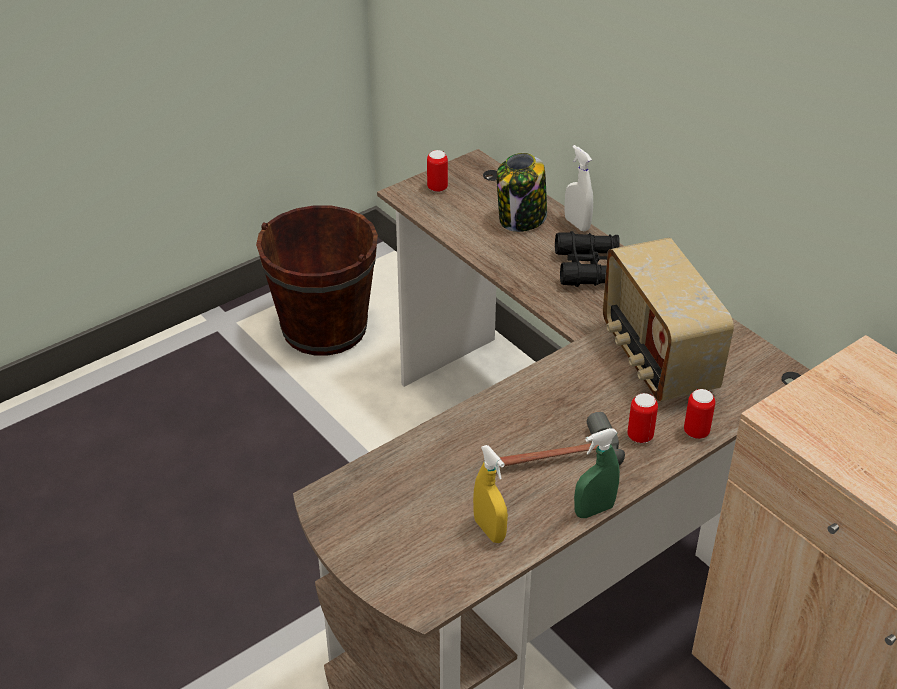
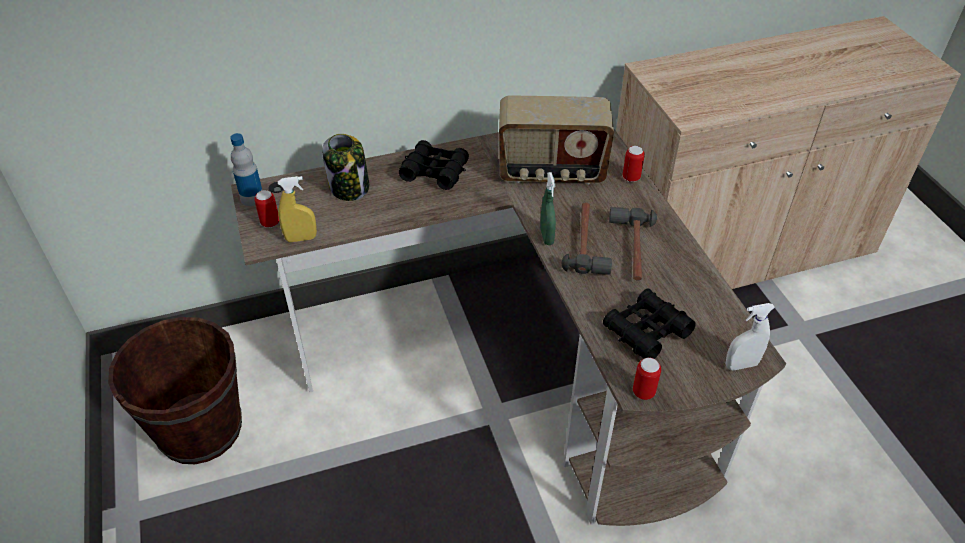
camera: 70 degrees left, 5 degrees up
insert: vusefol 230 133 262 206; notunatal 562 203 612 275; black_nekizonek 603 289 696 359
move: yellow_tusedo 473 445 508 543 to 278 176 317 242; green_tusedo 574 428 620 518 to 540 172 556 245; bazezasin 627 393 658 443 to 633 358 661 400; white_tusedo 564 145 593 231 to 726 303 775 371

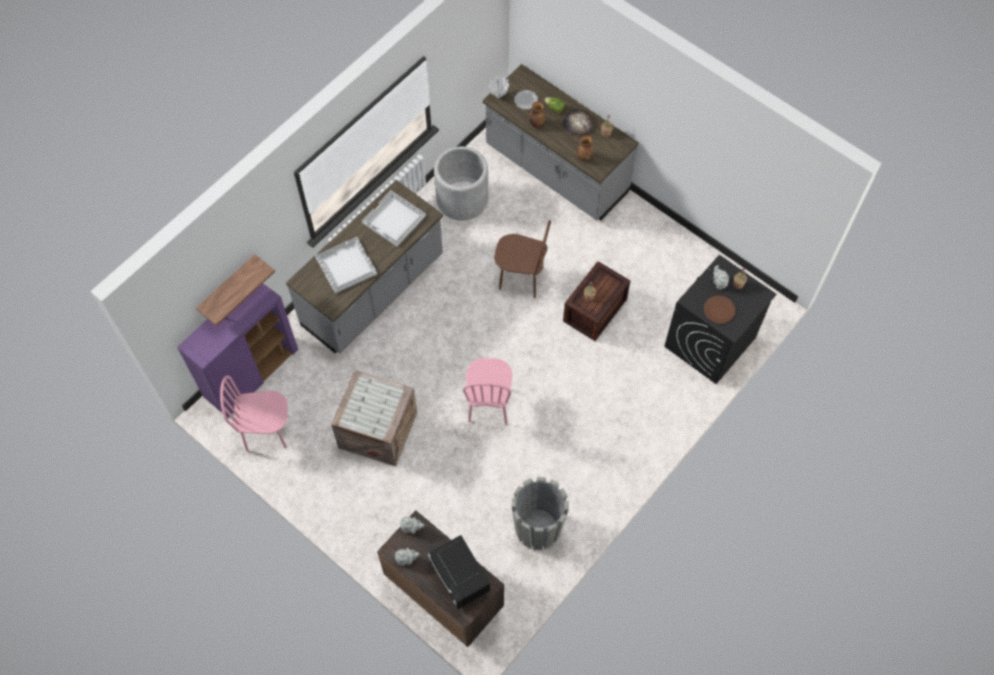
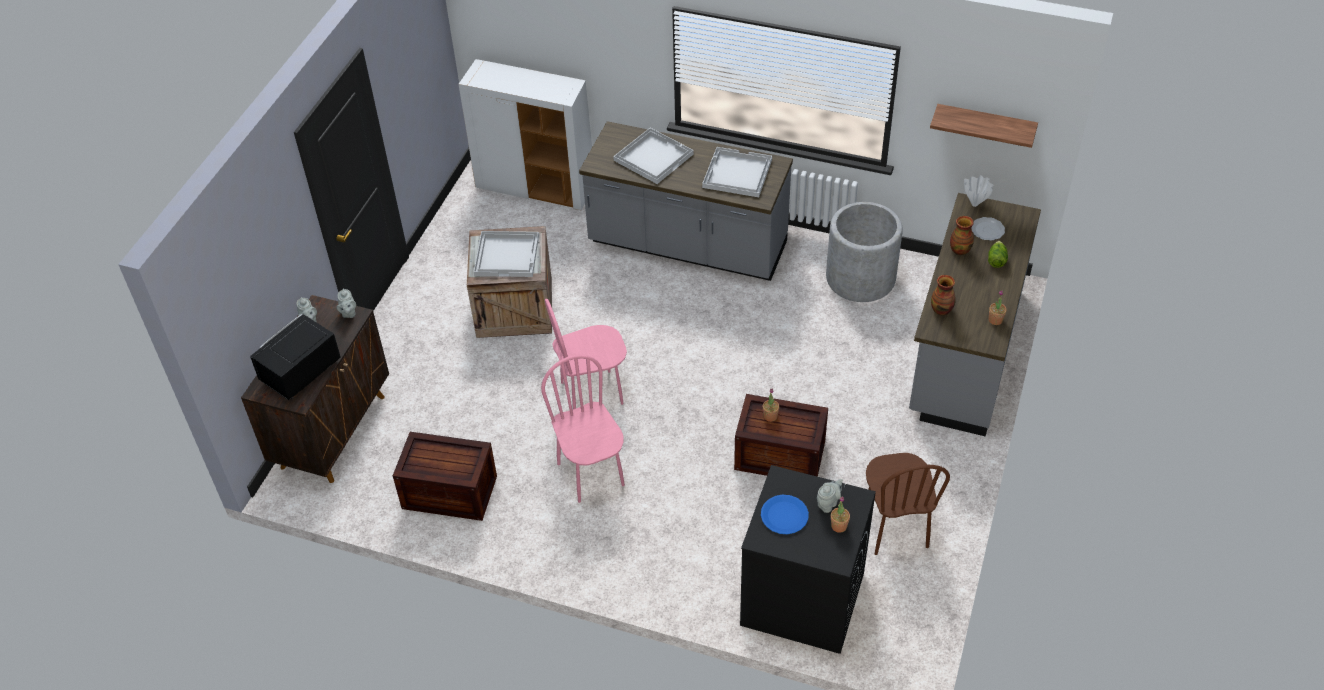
camera: 70 degrees right, 15 degrees down
delete: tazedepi 563 109 594 135
insert: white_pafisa 474 231 539 277
move: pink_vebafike 220 375 288 452 to 541 355 625 503; brown_vebafike 494 220 551 298 to 866 453 950 555; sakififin 196 255 275 326 to 930 104 1038 148
replace: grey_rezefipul 512 477 569 550 to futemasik 393 432 497 521
recolor: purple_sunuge 177 284 298 418 to white_sunuge 459 59 592 210; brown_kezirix 704 295 736 324 to blue_kezirix 761 495 809 534

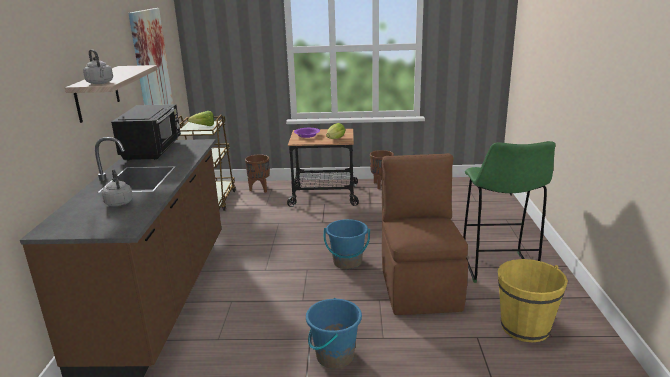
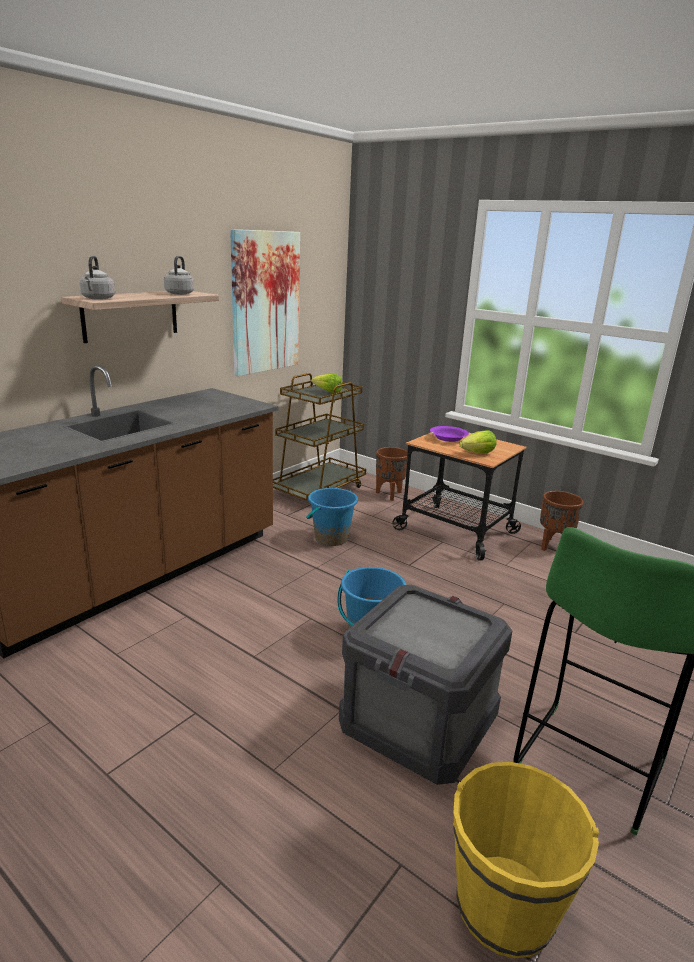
camera: 35 degrees right, 0 degrees up
delete: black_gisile 111 104 181 161
move: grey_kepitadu 102 170 133 206 to 164 256 194 295; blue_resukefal 306 298 362 369 to 306 488 358 546
replace: brown_vebafike 381 153 468 315 to futemasik 339 585 512 785

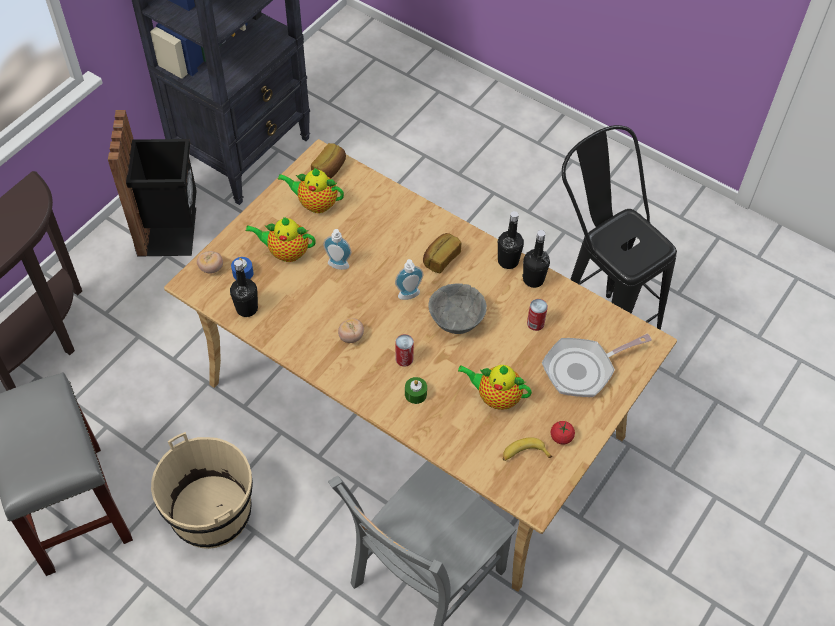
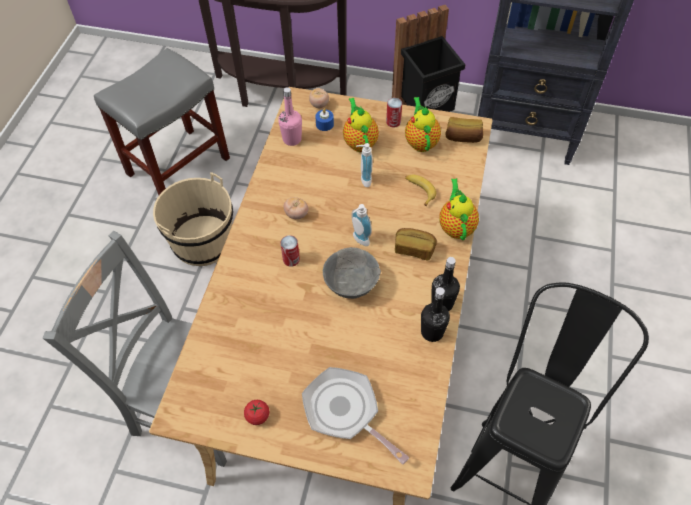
camera: 70 degrees right, 0 degrees up
delete: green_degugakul 405 377 427 404
move: bazezasin 527 299 548 331 to 386 98 402 128; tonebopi 503 437 552 461 to 405 174 436 207; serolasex 458 365 532 410 to 439 178 479 241
recolor: black_vusefol 230 260 258 317 to pink_vusefol 278 87 302 146

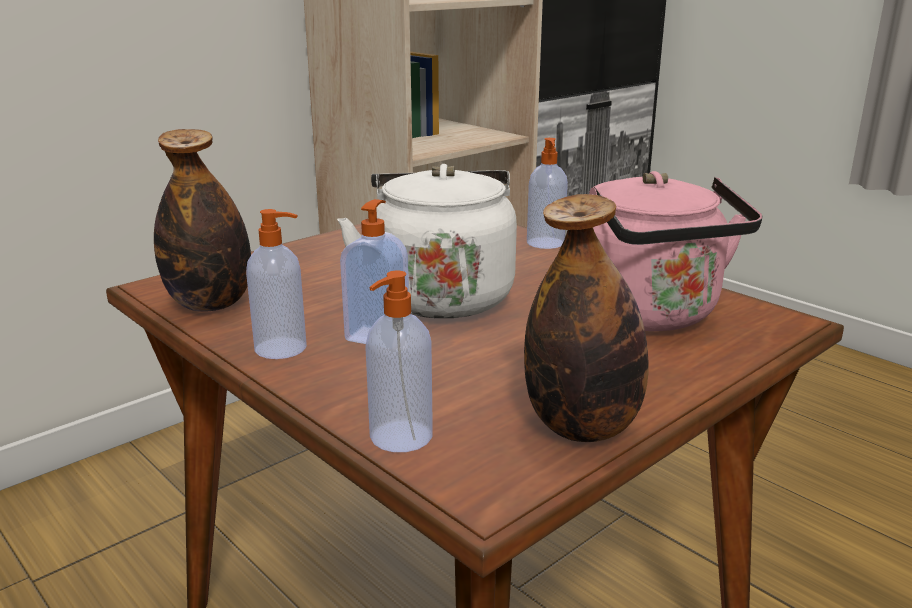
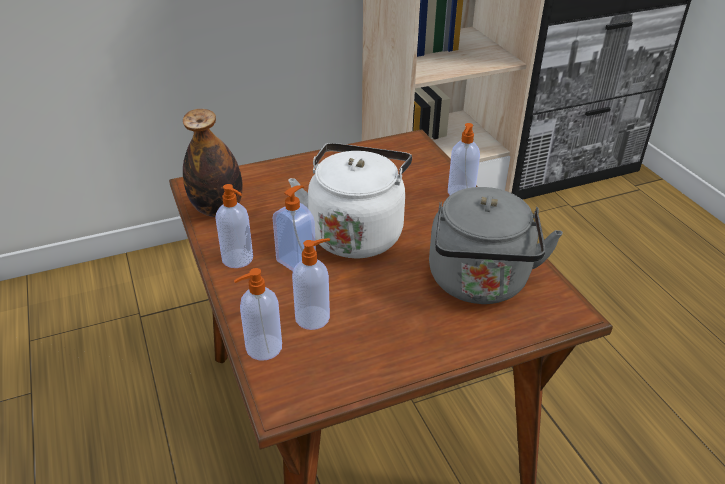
camera: 20 degrees right, 15 degrees up
delete: vusefol 524 194 649 442
insert: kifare 292 238 330 330
recolor: pink_kepitadu 589 171 762 331 to grey_kepitadu 429 187 563 304

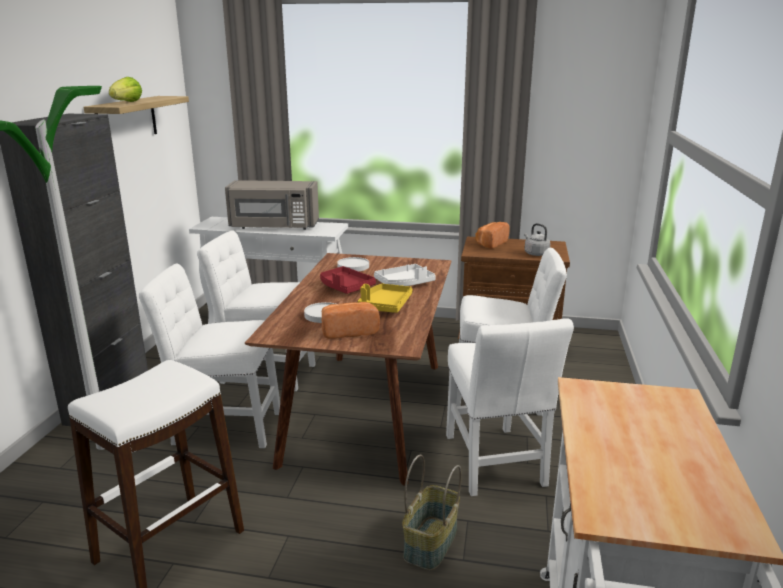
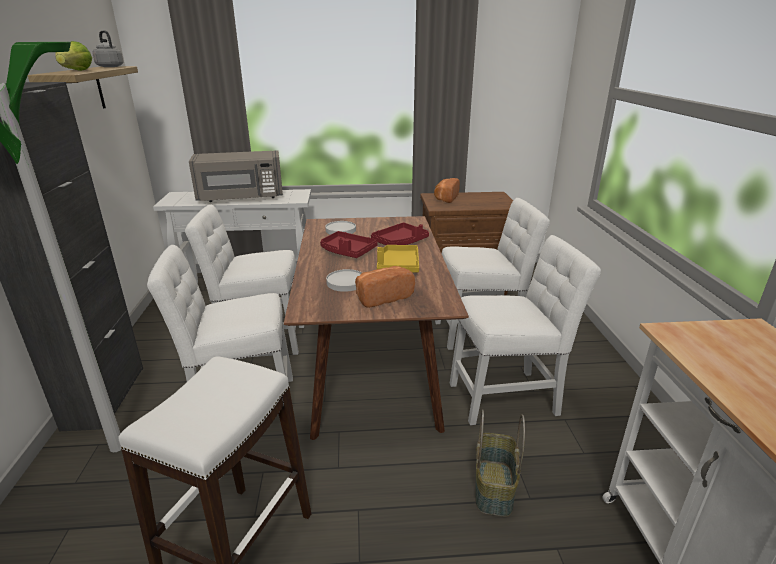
camera: 15 degrees left, 5 degrees up
move: grey_kepitadu 524 223 550 256 to 92 30 124 67
recolor: white_pafisa 374 264 436 286 to red_pafisa 371 222 429 245
rotate: white_vebafike 446 318 574 496 = 450 235 601 425 75 degrees counterclockwise

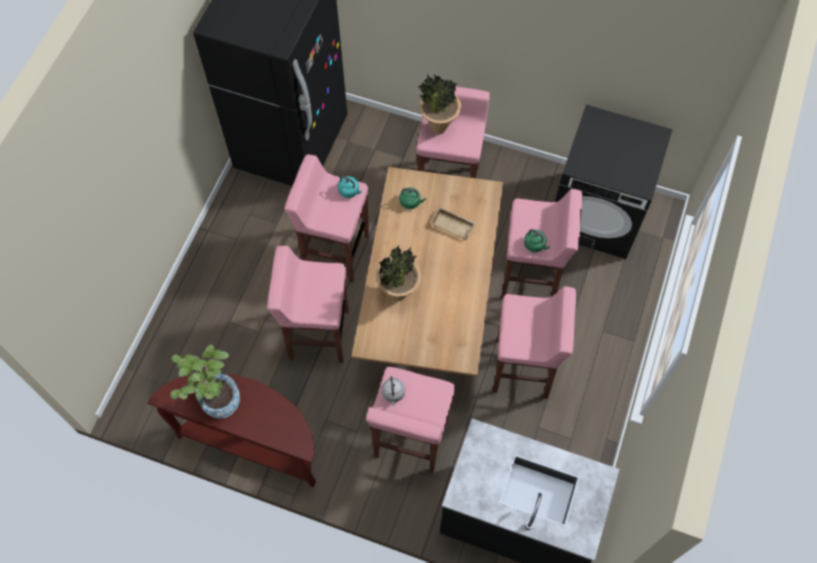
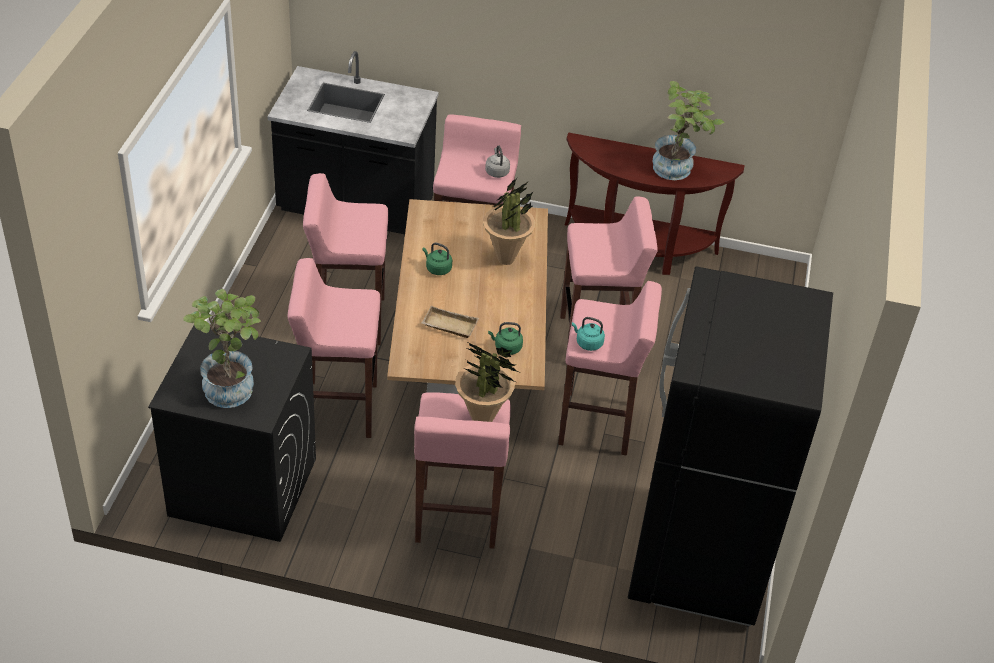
camera: 170 degrees right, 20 degrees down
insert: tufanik 183 289 261 408
move: green_kepitadu 524 229 550 252 to 423 243 452 275

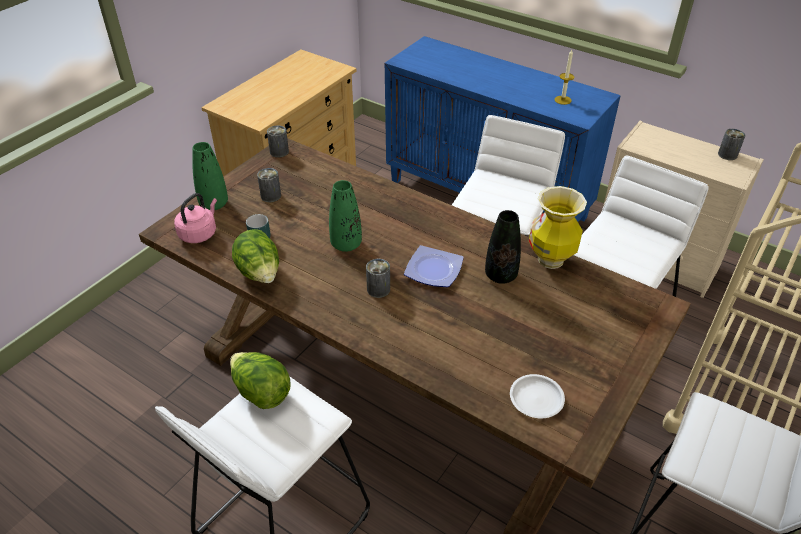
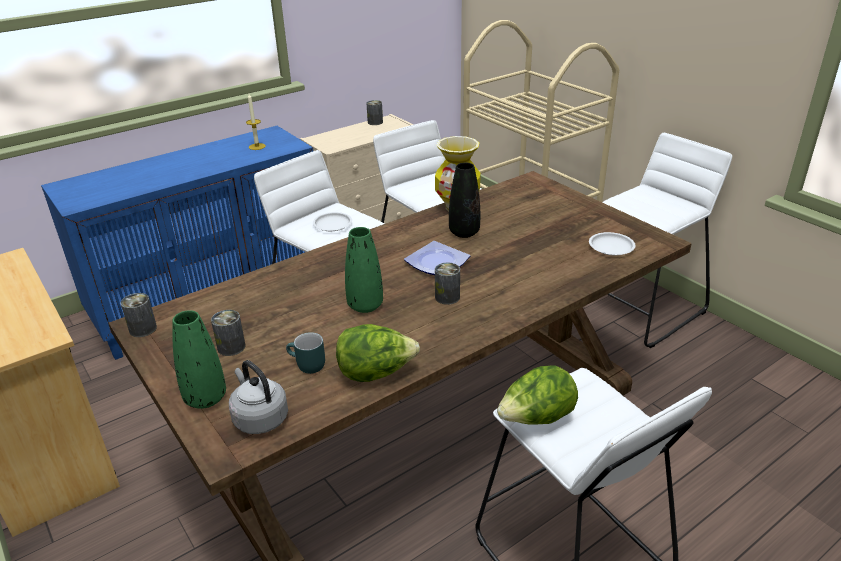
camera: 70 degrees left, 10 degrees down
insert: white_kezirix 313 212 352 231
recolor: pink_kepitadu 174 193 217 243 to grey_kepitadu 229 360 288 434

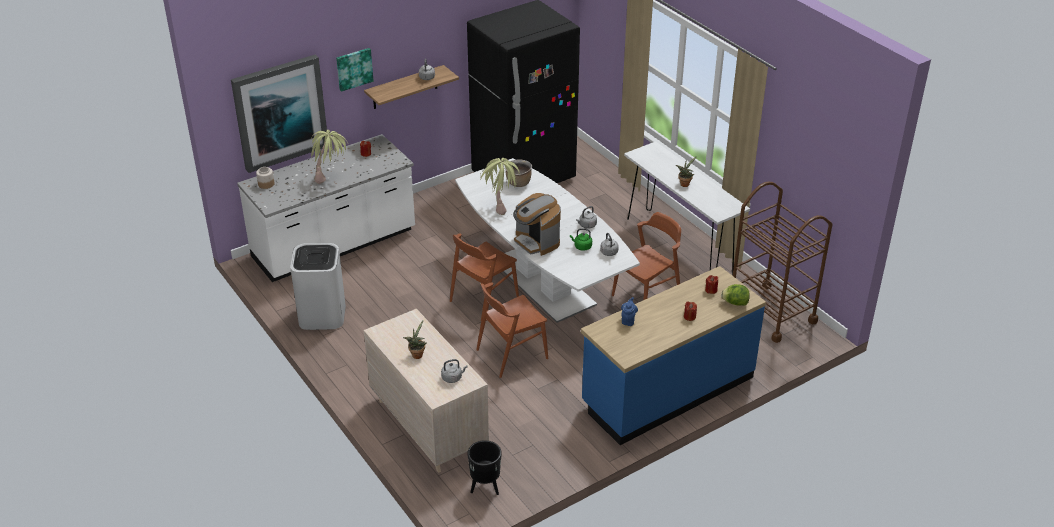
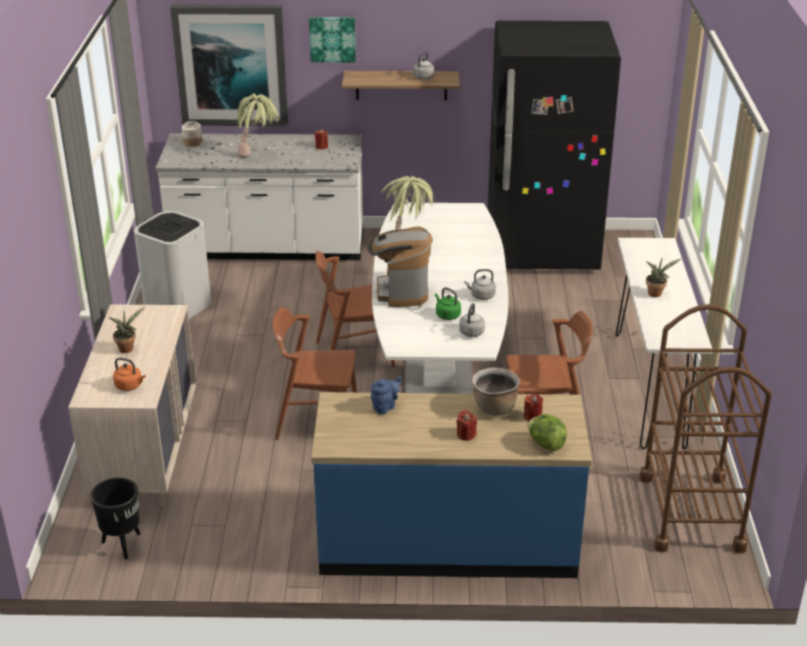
camera: 35 degrees right, 5 degrees down
move: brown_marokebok 505 159 532 187 to 472 367 520 416
recolor: grey_kepitadu 441 359 468 383 to orange_kepitadu 113 358 146 391

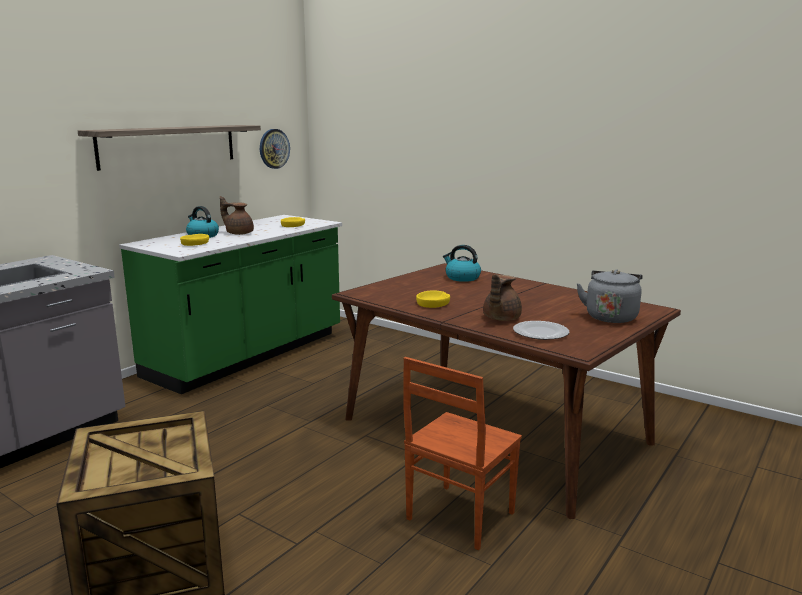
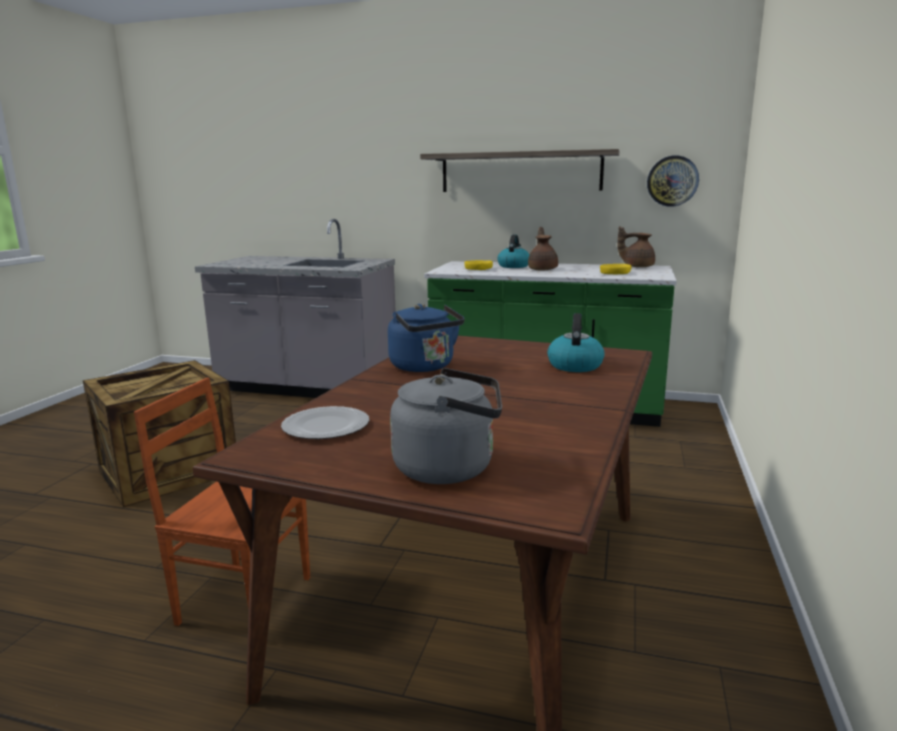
camera: 70 degrees right, 0 degrees up
move: brown_serolasex 483 274 522 321 to 618 226 655 267
replace: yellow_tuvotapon 416 291 450 308 to blue_kepitadu 388 304 465 372

